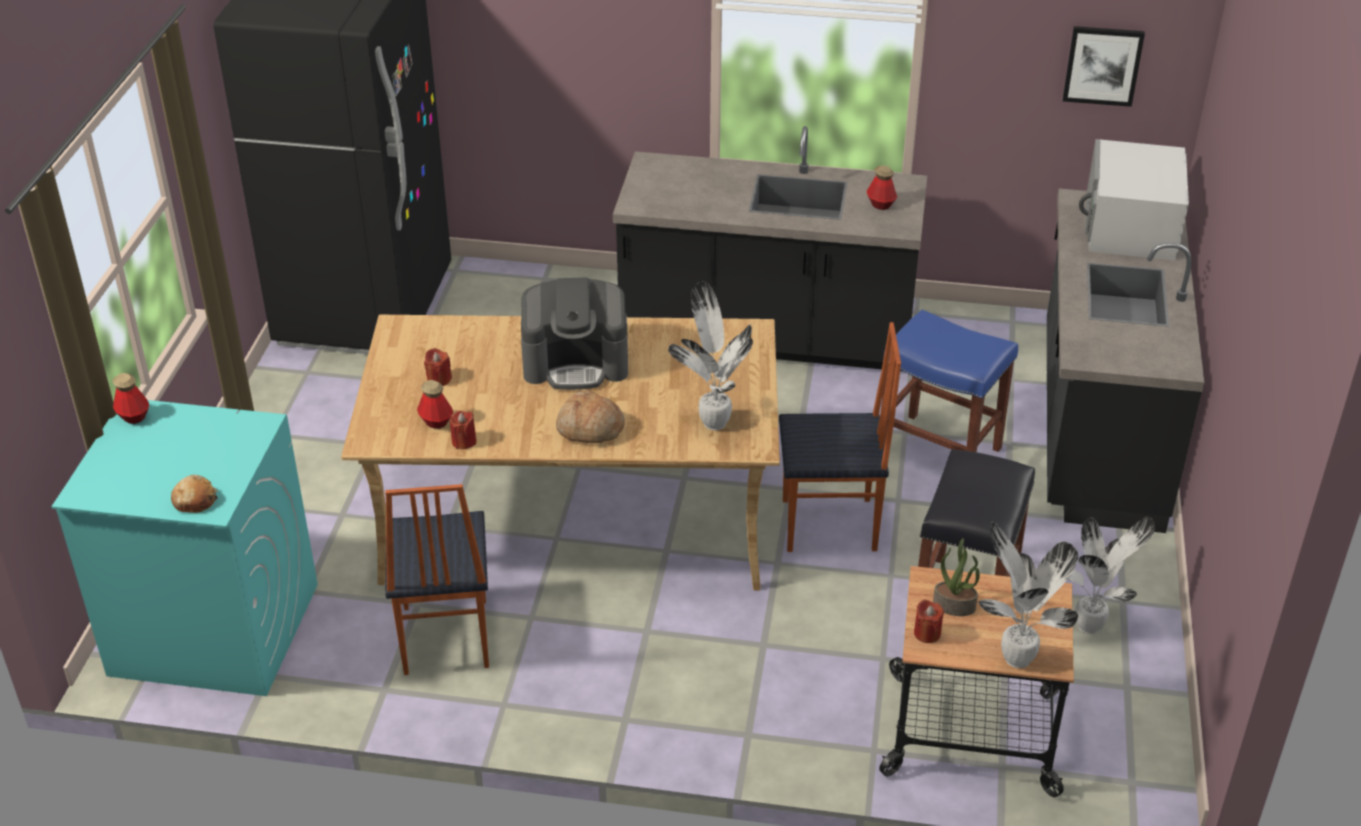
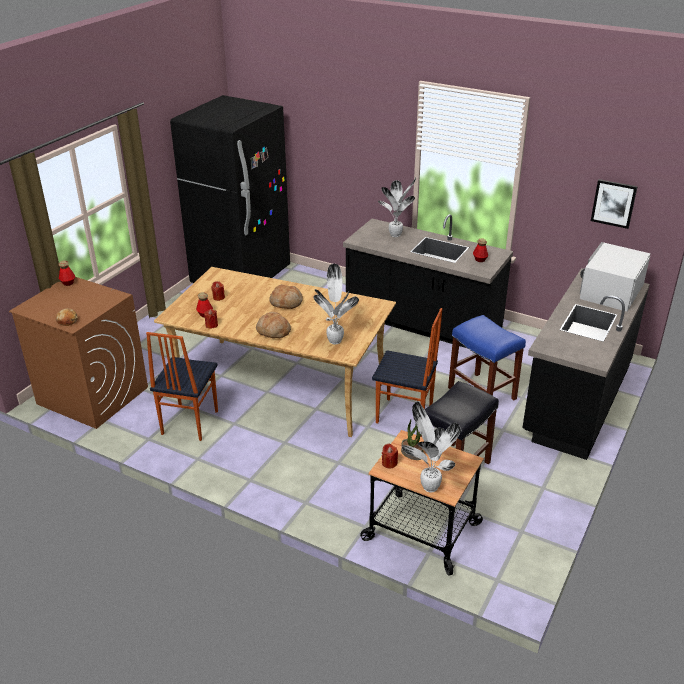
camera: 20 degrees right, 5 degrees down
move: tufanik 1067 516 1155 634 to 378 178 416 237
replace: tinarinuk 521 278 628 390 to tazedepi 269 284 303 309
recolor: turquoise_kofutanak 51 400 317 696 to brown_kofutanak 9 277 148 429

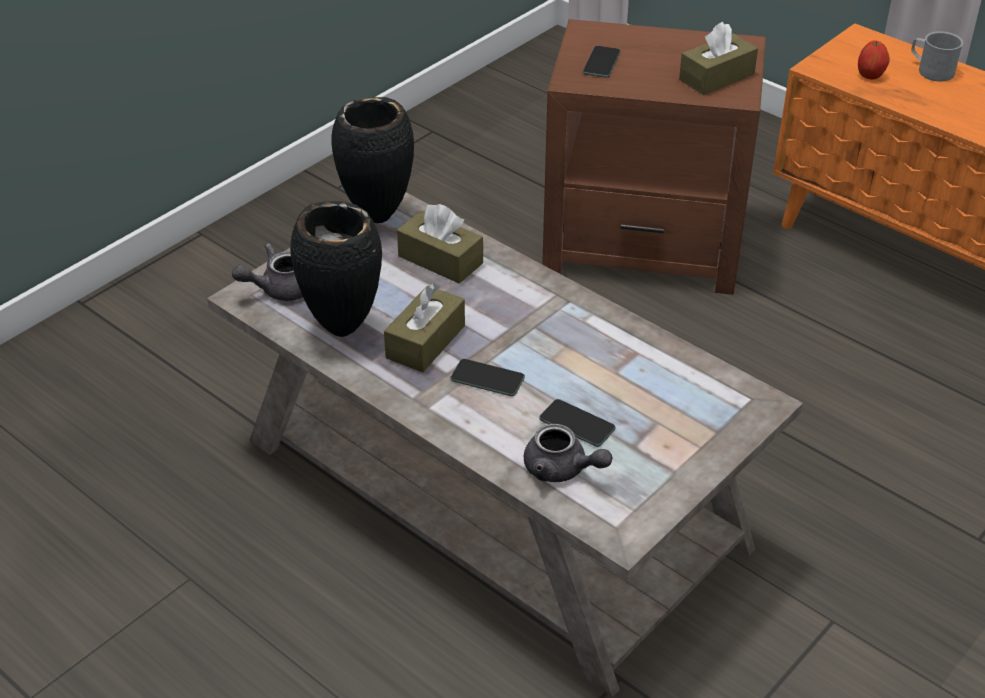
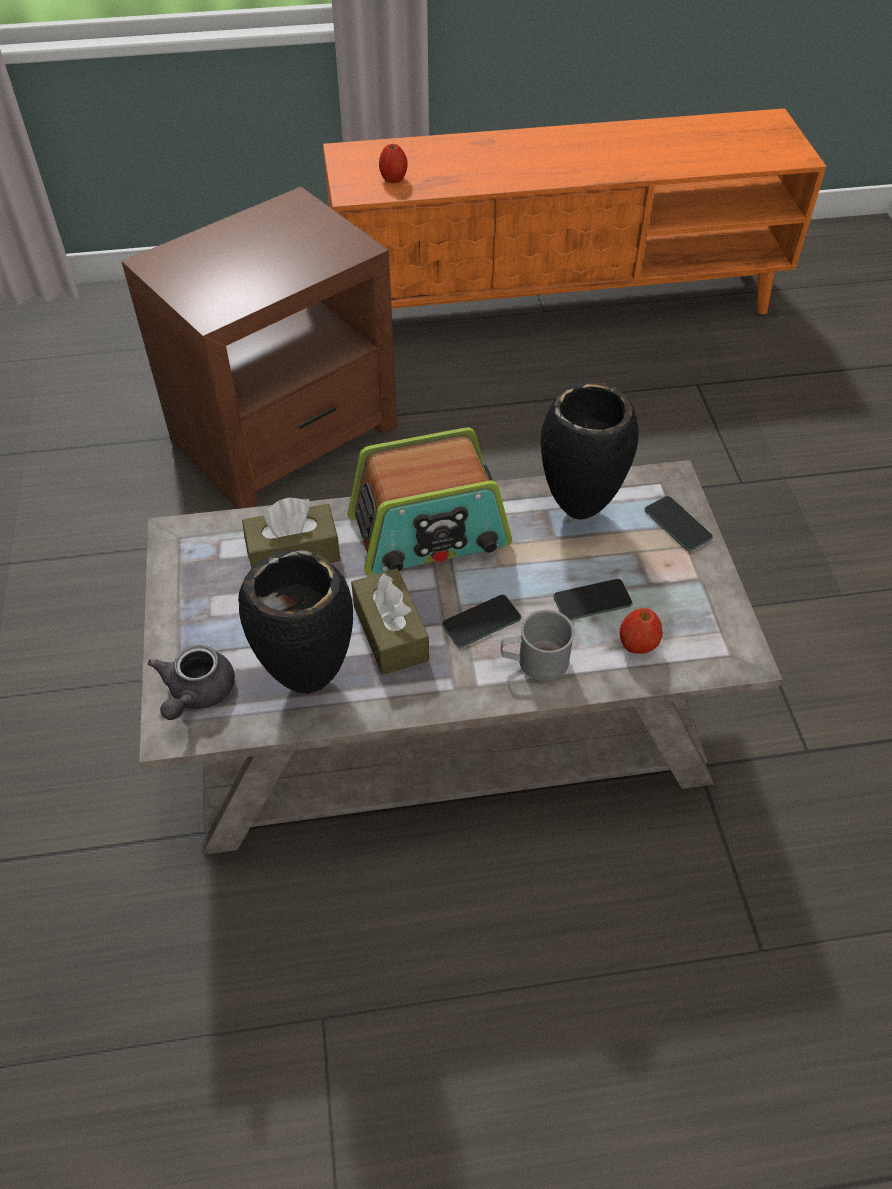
camera: 50 degrees left, 10 degrees up
delete: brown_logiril 679 22 758 95
insert: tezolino 348 427 512 575
move: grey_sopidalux 911 31 963 81 to 501 610 575 681; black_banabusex 331 97 414 223 to 541 381 639 519; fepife 583 46 621 78 to 644 496 713 551
replace: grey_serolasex 524 424 612 482 to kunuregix 620 608 663 654

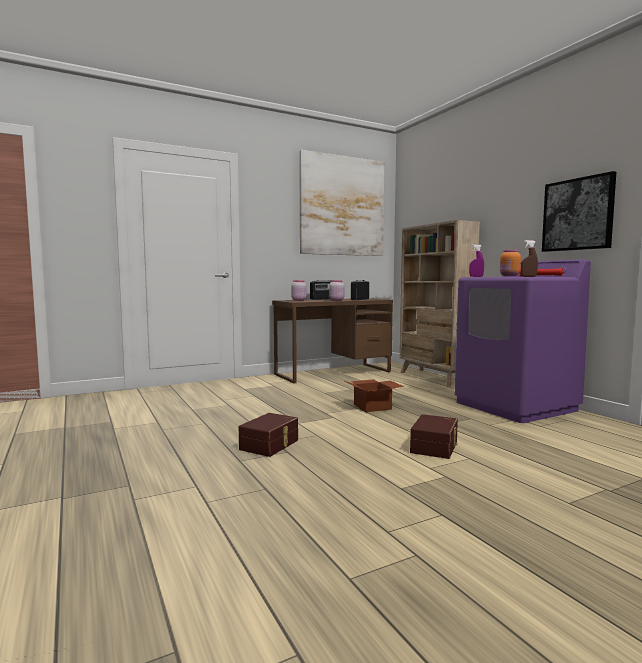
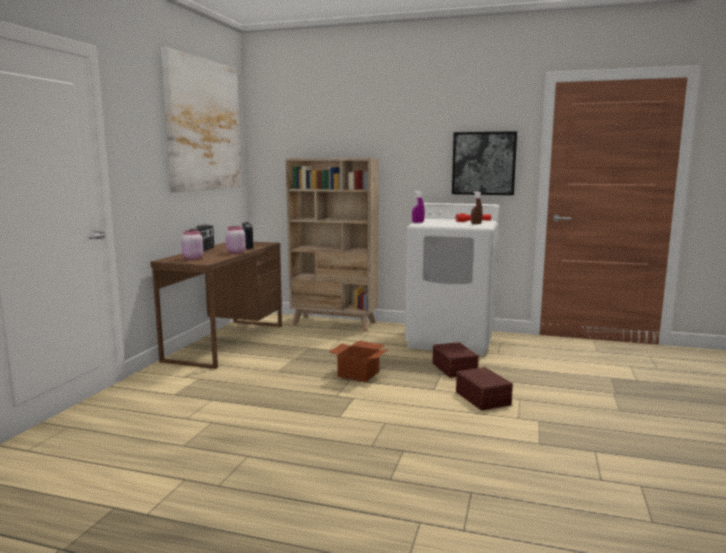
camera: 45 degrees left, 5 degrees up
delete: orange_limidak 500 249 521 276
move: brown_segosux 239 413 298 457 to 433 342 479 378
recolor: purple_kofutanak 455 259 591 423 to white_kofutanak 405 203 500 355

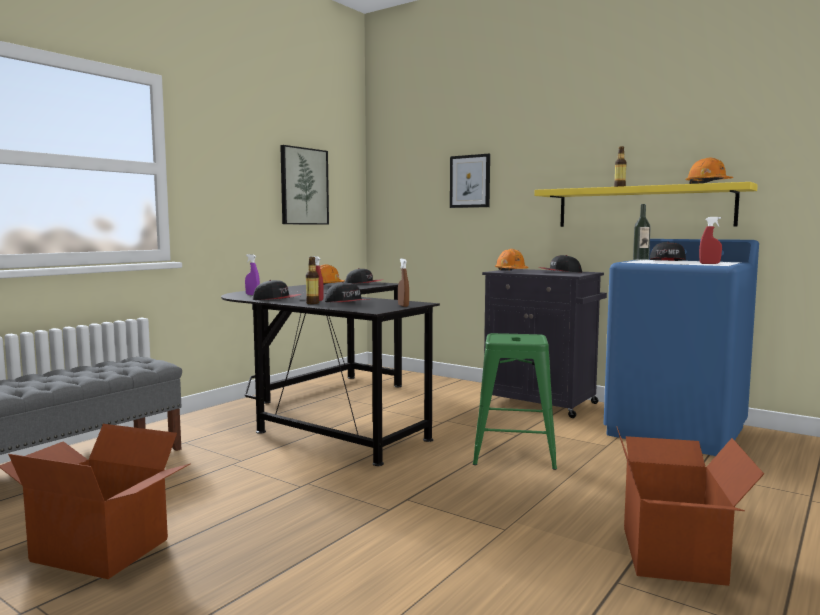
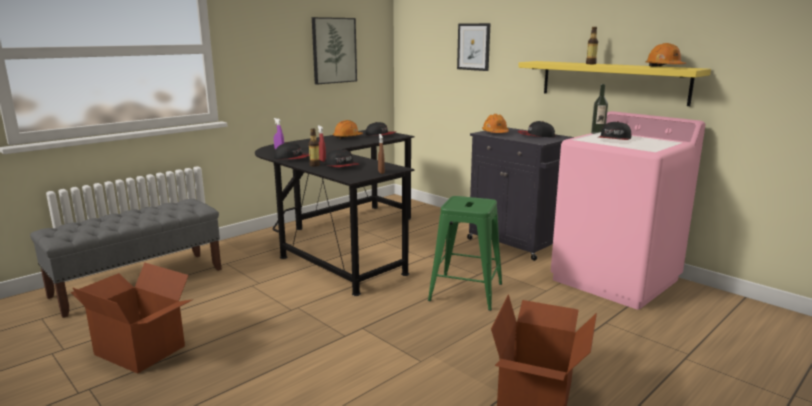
camera: 10 degrees right, 10 degrees up
delete: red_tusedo 699 217 722 264
recolor: blue_kofutanak 604 239 759 456 to pink_kofutanak 551 111 706 310

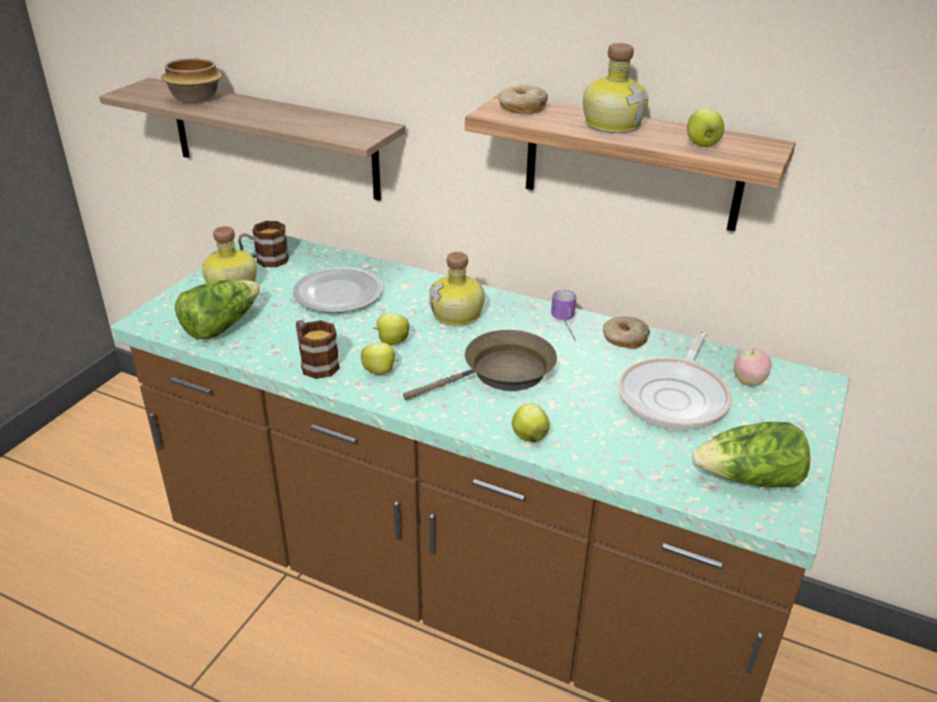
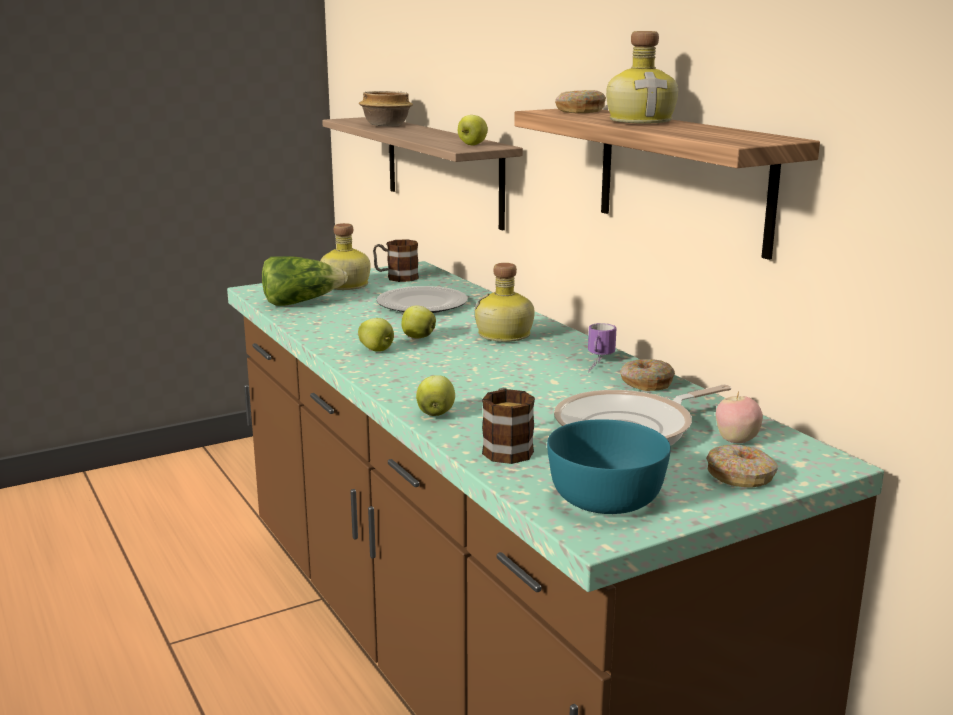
camera: 35 degrees right, 15 degrees down
delete: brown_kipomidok 403 330 557 400
insert: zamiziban 706 445 778 488
move: kunuregix 687 109 724 147 to 458 115 488 145; sopidalux 296 320 340 379 to 482 388 535 464
replace: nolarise 692 422 810 487 to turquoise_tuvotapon 547 419 671 514

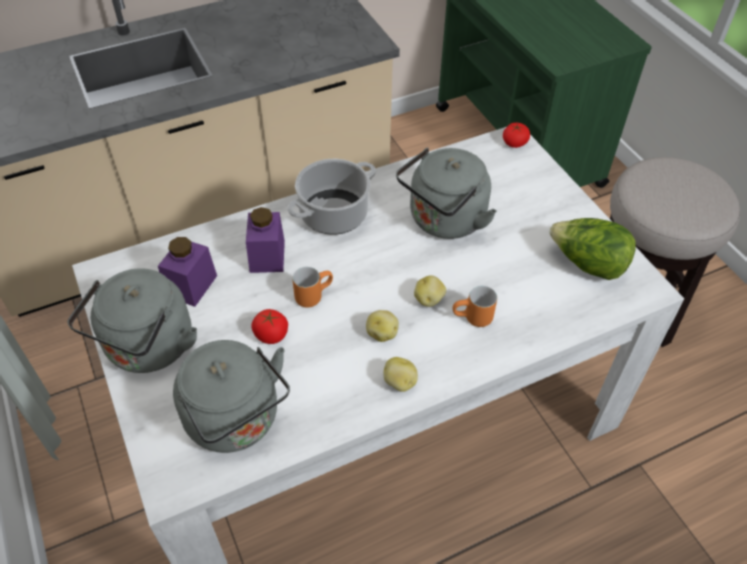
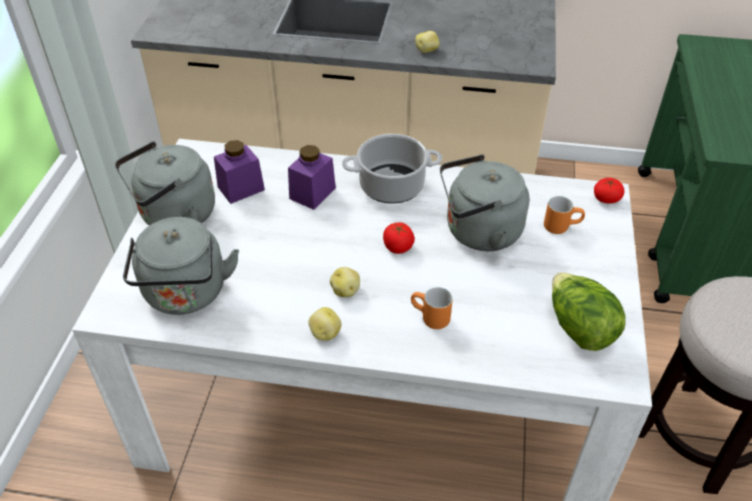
camera: 35 degrees right, 5 degrees down
move: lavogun 251 309 288 344 to 383 222 415 254; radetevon 414 275 446 307 to 415 31 440 53; orange_sopidalux 292 267 333 308 to 544 196 585 234

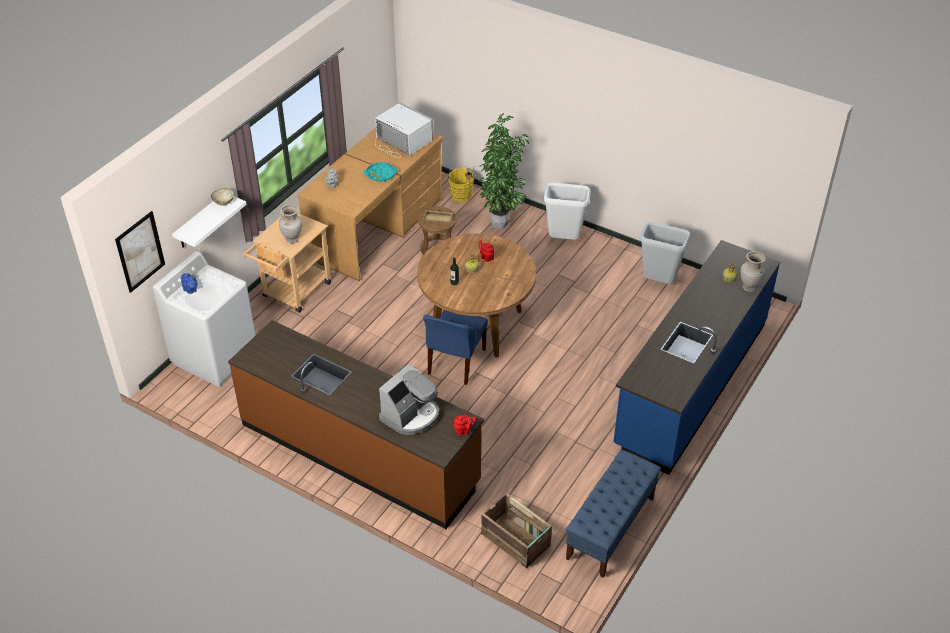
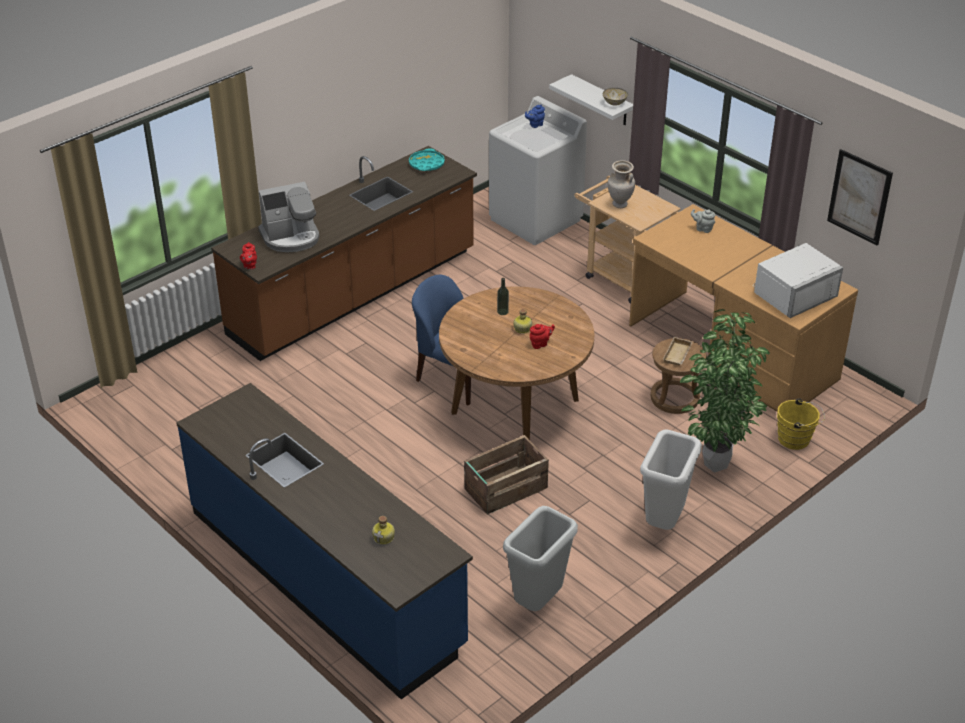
camera: 105 degrees right, 5 degrees down
delete: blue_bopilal 566 450 661 578; beige_banabusex 740 251 766 292
move: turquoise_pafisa 363 162 398 182 to 409 148 445 171; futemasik 481 493 552 568 to 464 435 549 515; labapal 115 211 165 293 to 827 149 893 246
rotate: tinarinuk 379 363 439 435 = 258 182 319 252 75 degrees counterclockwise

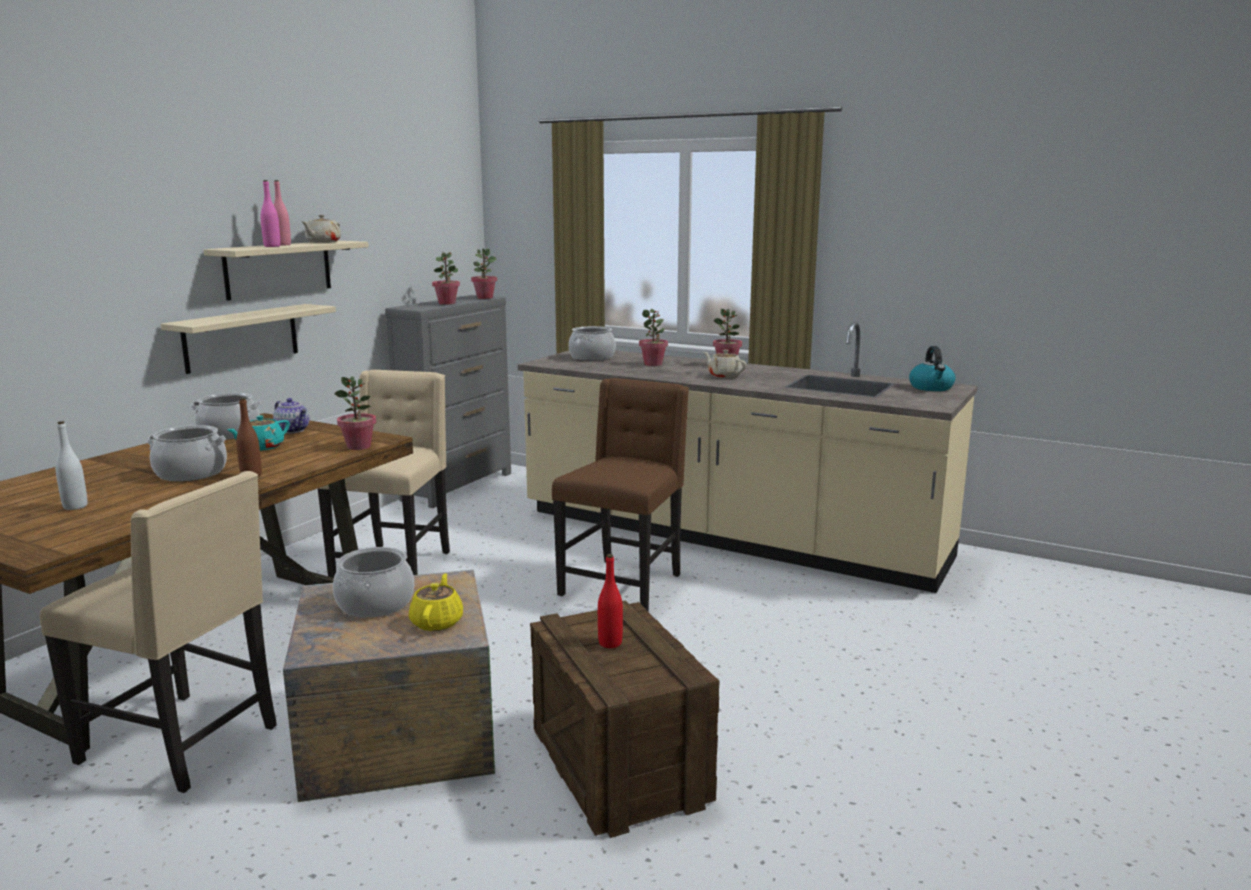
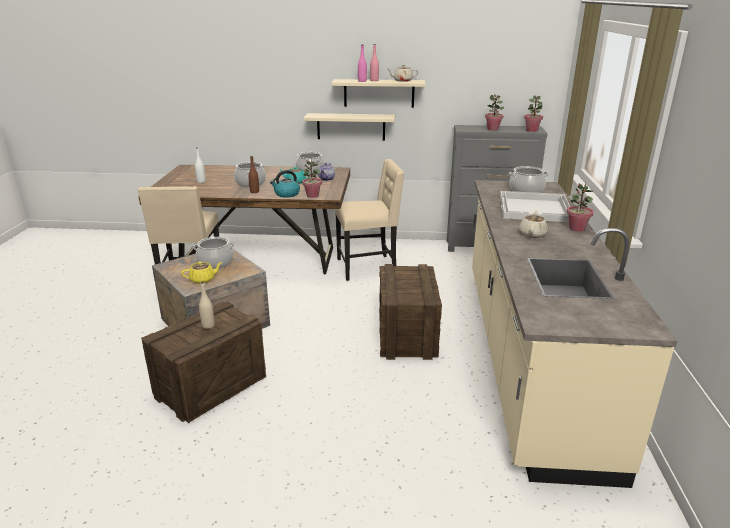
camera: 65 degrees right, 10 degrees up
move: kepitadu 909 346 955 391 to 270 170 300 198
replace: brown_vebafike 552 378 689 612 to futemasik 379 264 442 360; tufanik 639 309 668 366 to white_pafisa 500 191 570 222
recolor: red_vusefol 598 554 623 648 to beige_vusefol 199 281 215 329

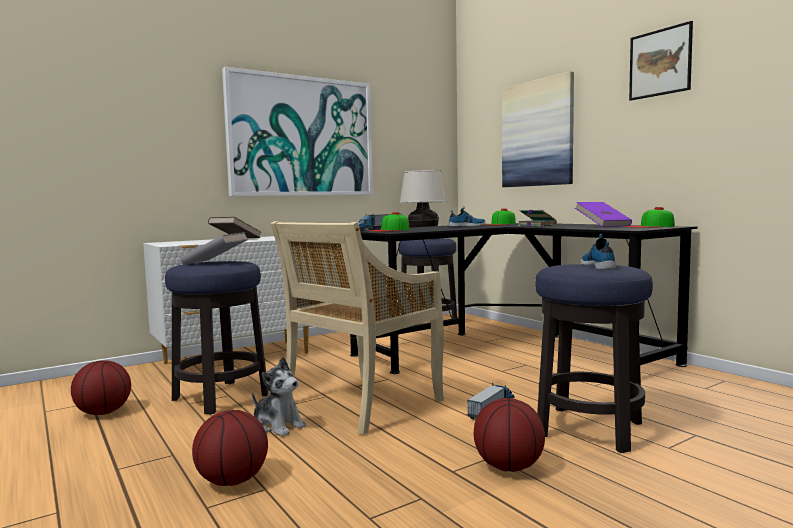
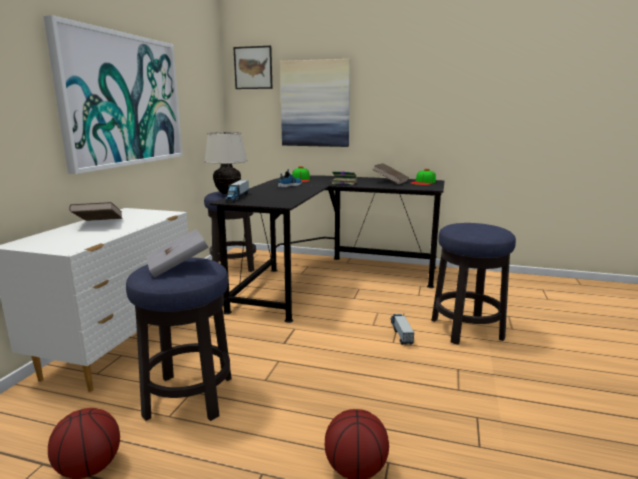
camera: 40 degrees left, 10 degrees up
delete: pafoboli 252 357 306 437; beige_vebafike 270 221 444 435; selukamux 369 212 409 232; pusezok 474 398 545 472; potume 581 234 616 270
move: labapal 629 21 693 101 to 233 46 272 89
recolor: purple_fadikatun 575 202 632 227 to brown_fadikatun 372 163 409 184

